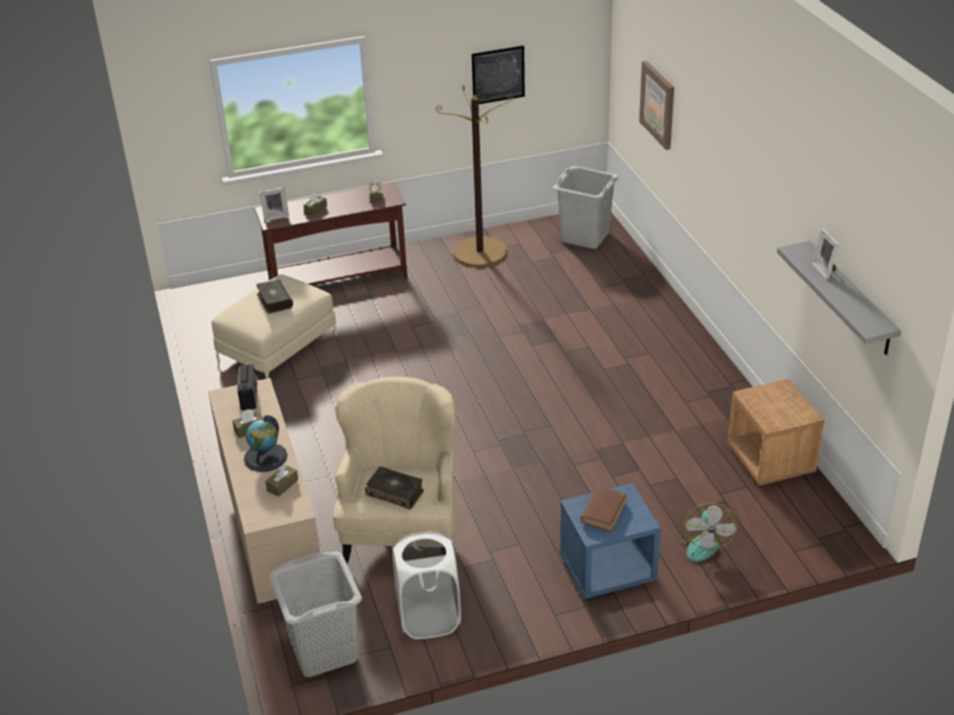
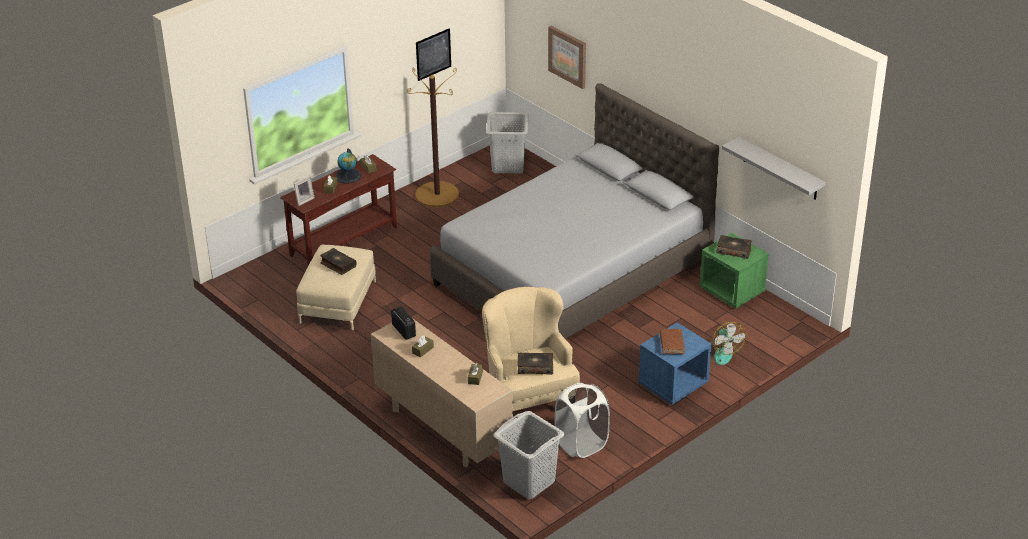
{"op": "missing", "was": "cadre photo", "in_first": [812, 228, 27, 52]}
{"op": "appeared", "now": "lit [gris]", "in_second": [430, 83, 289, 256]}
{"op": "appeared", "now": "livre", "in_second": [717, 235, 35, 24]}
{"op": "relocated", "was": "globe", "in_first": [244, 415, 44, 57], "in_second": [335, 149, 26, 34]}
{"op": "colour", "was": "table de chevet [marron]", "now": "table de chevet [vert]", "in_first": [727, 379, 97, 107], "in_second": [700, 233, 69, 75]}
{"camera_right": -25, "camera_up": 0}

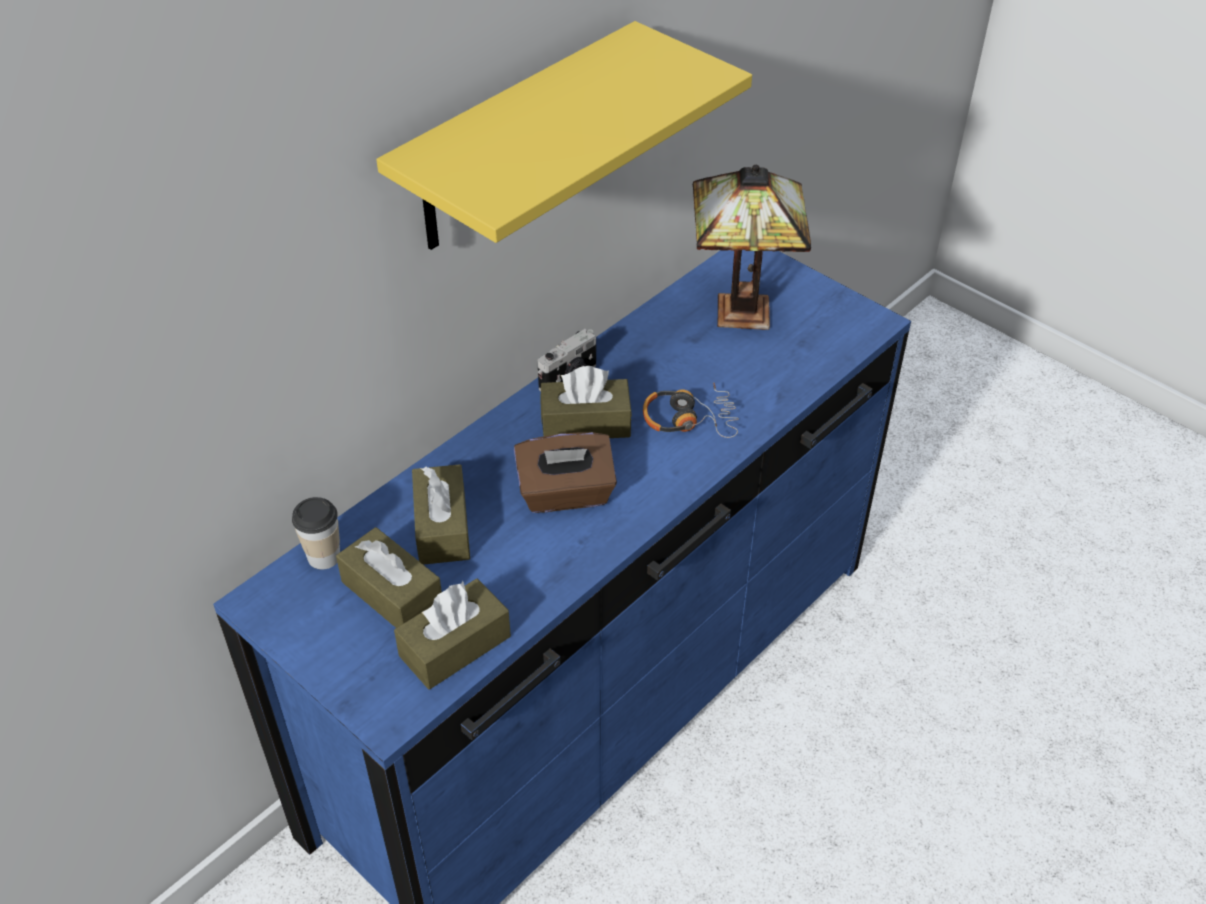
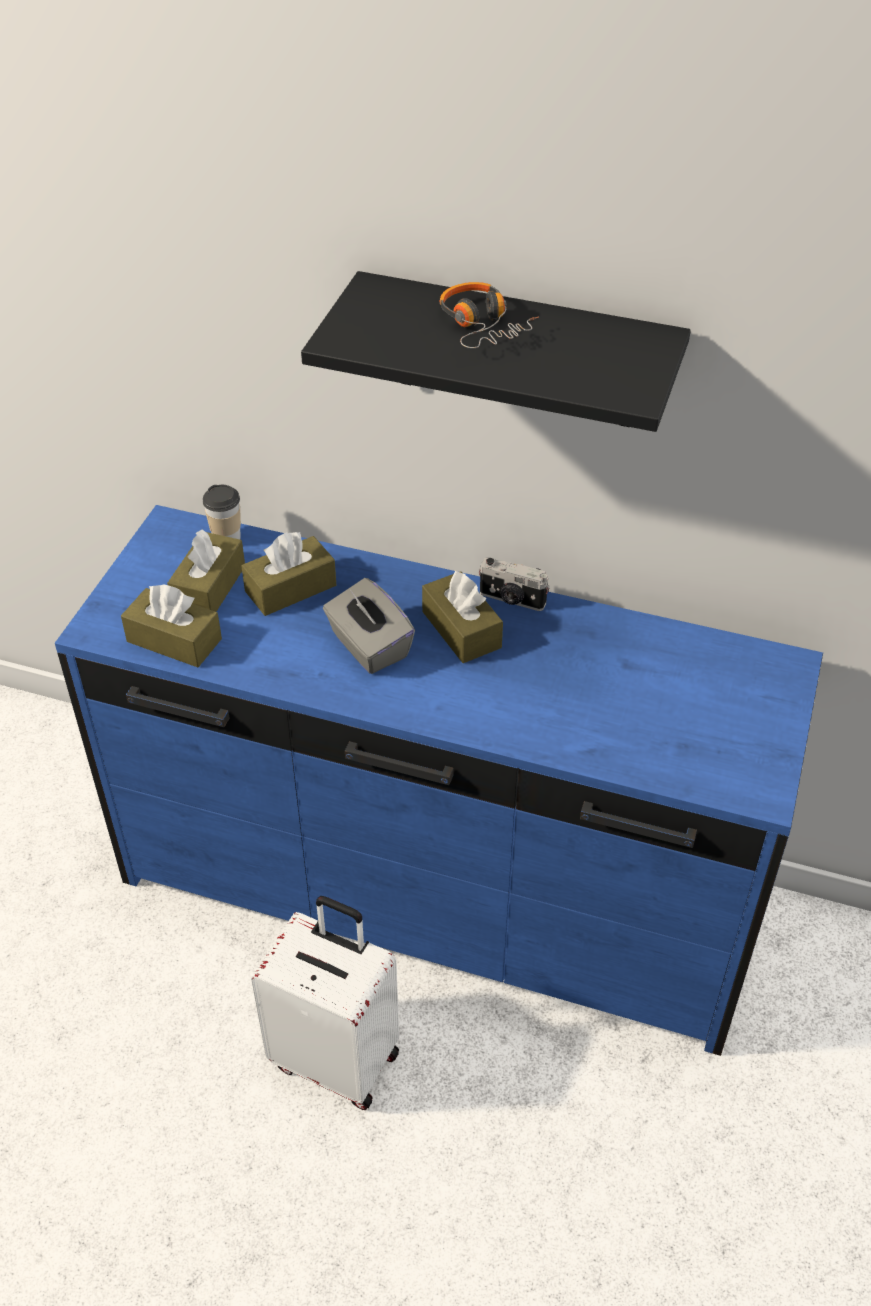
{"op": "missing", "was": "lampe de table", "in_first": [692, 164, 119, 166]}
{"op": "appeared", "now": "valise [blanc]", "in_second": [251, 896, 148, 214]}
{"op": "relocated", "was": "casque audio", "in_first": [643, 383, 96, 55], "in_second": [439, 282, 100, 66]}
{"op": "colour", "was": "étagère [jaune]", "now": "étagère [noir]", "in_first": [376, 21, 376, 229], "in_second": [301, 271, 390, 161]}
{"op": "colour", "was": "boîte à mouchoirs [marron]", "now": "boîte à mouchoirs [gris]", "in_first": [514, 432, 103, 81], "in_second": [323, 578, 92, 96]}
{"camera_right": 65, "camera_up": 0}

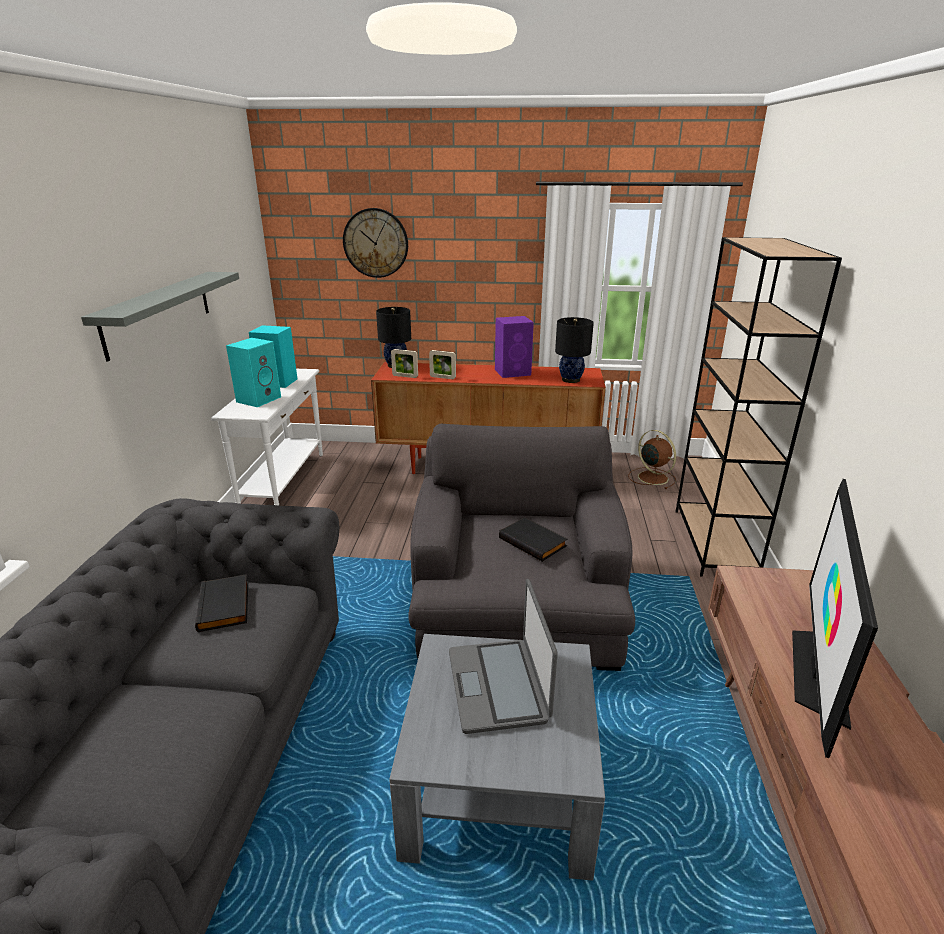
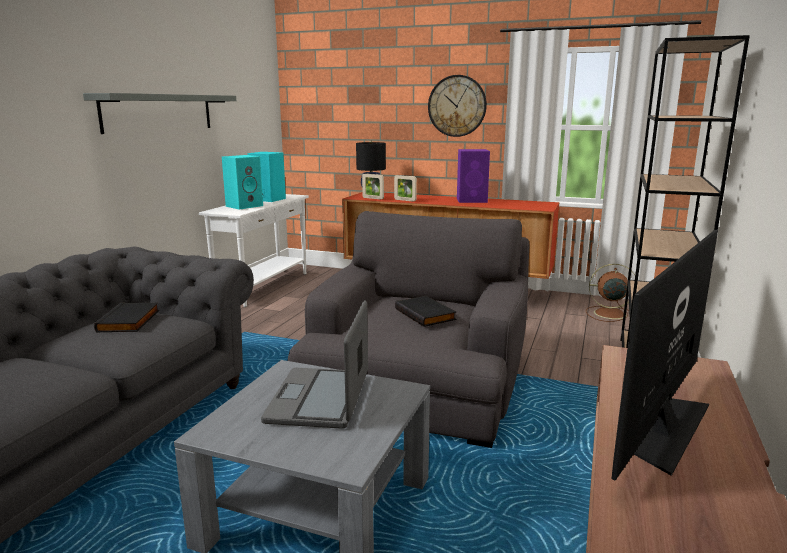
{"op": "missing", "was": "lampe de table [noir]", "in_first": [555, 317, 39, 66]}
{"op": "relocated", "was": "horloge murale", "in_first": [343, 208, 65, 70], "in_second": [428, 75, 59, 62]}
{"op": "spun", "was": "ventilateur [marron]", "in_first": [628, 430, 48, 59], "in_second": [586, 264, 49, 58], "clockwise": -60}
{"camera_right": 15, "camera_up": -10}

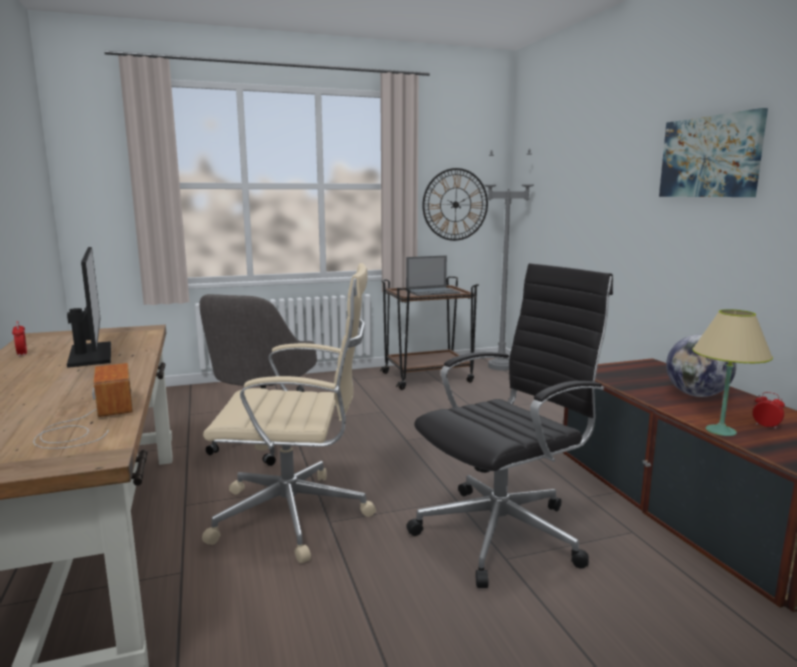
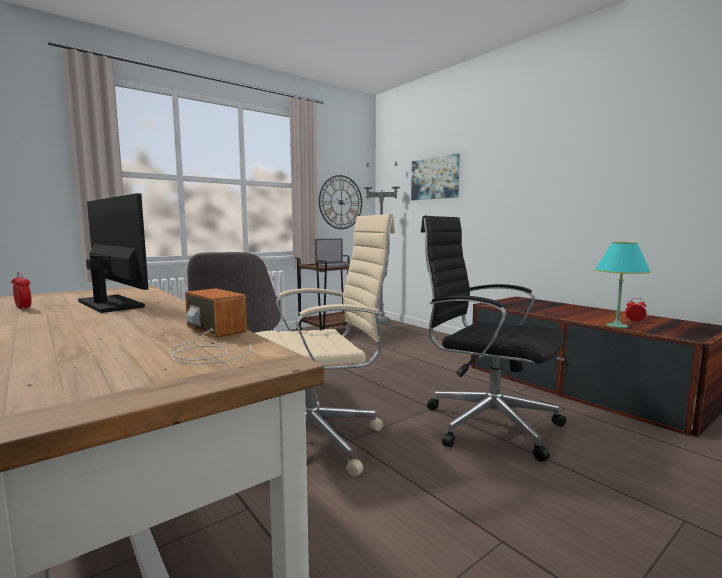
{"op": "missing", "was": "globe", "in_first": [666, 334, 70, 63]}
{"op": "relocated", "was": "tableau", "in_first": [659, 108, 109, 89], "in_second": [411, 154, 49, 46]}
{"op": "colour", "was": "lampe de table [beige]", "now": "lampe de table [turquoise]", "in_first": [692, 309, 81, 127], "in_second": [595, 242, 56, 86]}
{"op": "spun", "was": "chaise de bureau [noir]", "in_first": [406, 263, 207, 325], "in_second": [421, 216, 145, 246], "clockwise": -90}
{"camera_right": -20, "camera_up": -5}

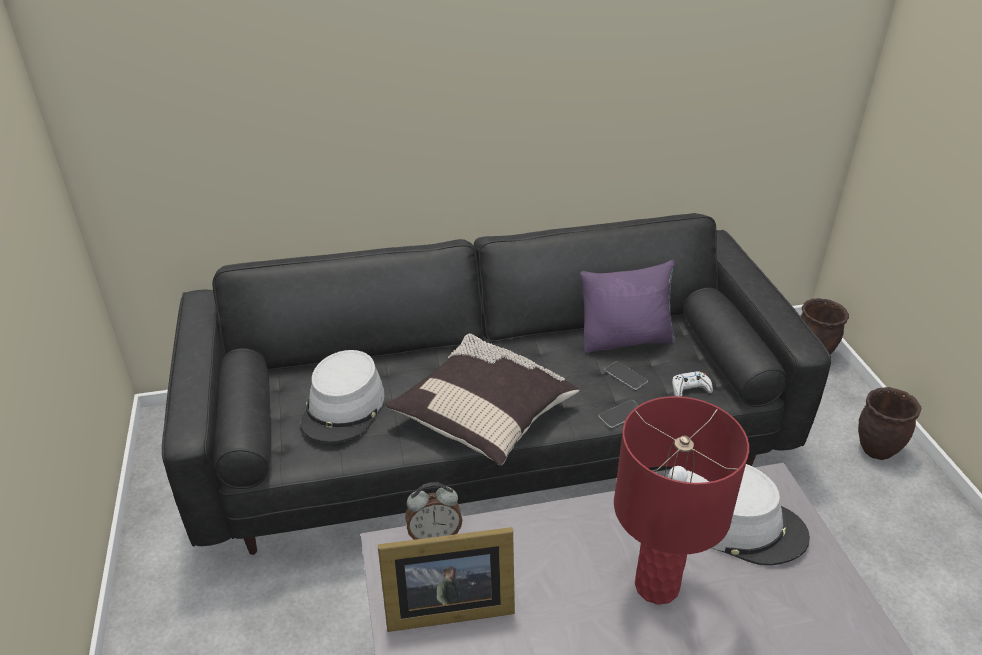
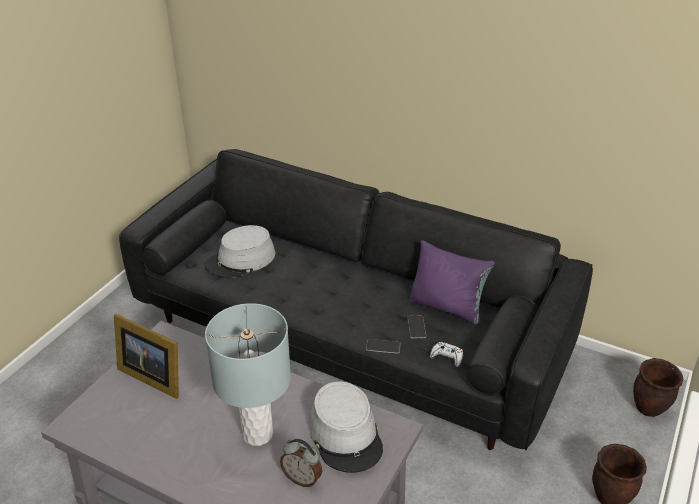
{"op": "missing", "was": "coussin", "in_first": [386, 334, 194, 132]}
{"op": "relocated", "was": "réveil", "in_first": [405, 482, 57, 58], "in_second": [280, 439, 42, 48]}
{"op": "colour", "was": "lampe de table [rouge]", "now": "lampe de table [gris]", "in_first": [614, 396, 135, 209], "in_second": [205, 303, 86, 143]}
{"camera_right": 40, "camera_up": 0}

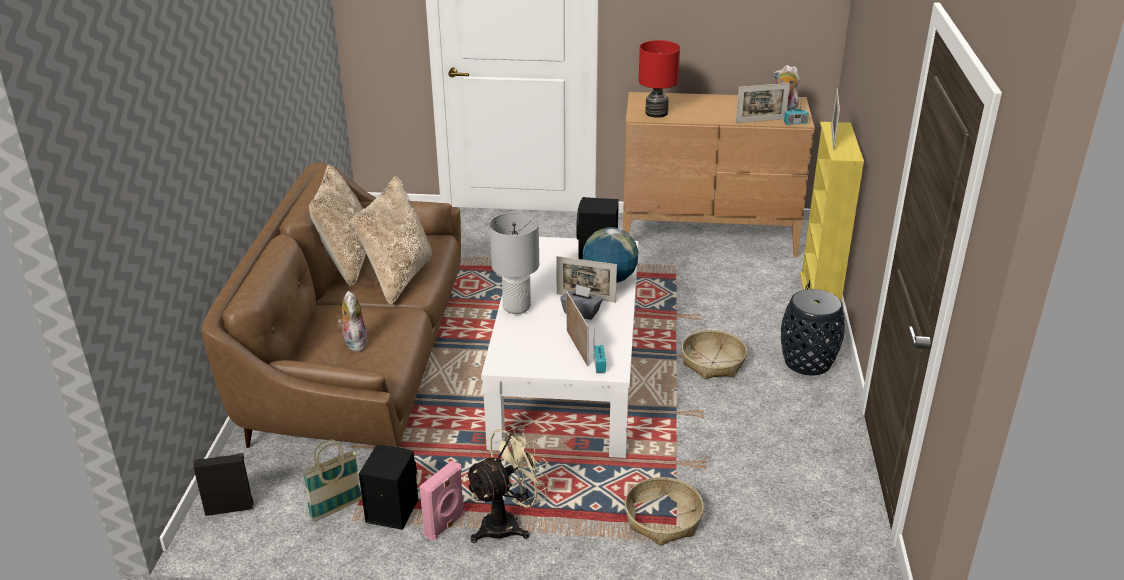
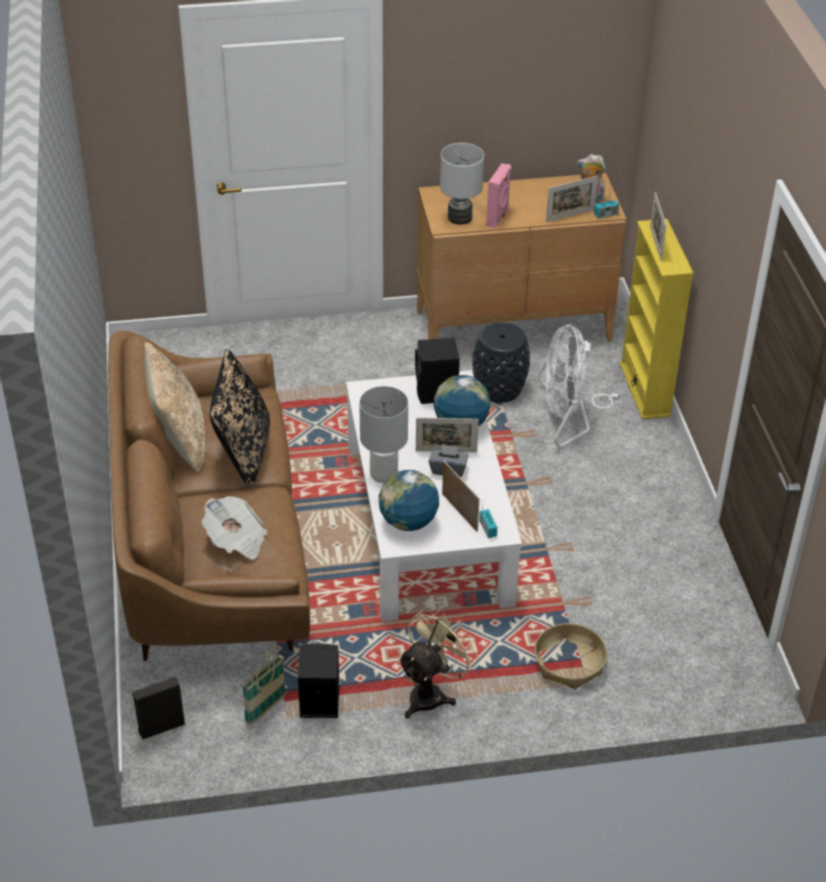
{"op": "missing", "was": "panier", "in_first": [682, 330, 65, 49]}
{"op": "appeared", "now": "globe", "in_second": [379, 470, 60, 61]}
{"op": "appeared", "now": "ventilateur [blanc]", "in_second": [538, 324, 82, 126]}
{"op": "relocated", "was": "enceinte [rose]", "in_first": [419, 461, 46, 80], "in_second": [486, 163, 25, 66]}
{"op": "relocated", "was": "tabouret [noir]", "in_first": [781, 289, 64, 86], "in_second": [472, 322, 58, 81]}
{"op": "exchanged", "was": "peluche", "now": "journal", "in_first": [338, 291, 31, 61], "in_second": [202, 496, 66, 63]}
{"op": "colour", "was": "coussin [beige]", "now": "coussin [noir]", "in_first": [352, 176, 80, 128], "in_second": [210, 349, 60, 138]}
{"op": "colour", "was": "lampe de table [rouge]", "now": "lampe de table [gris]", "in_first": [639, 40, 41, 77], "in_second": [440, 143, 44, 81]}
{"camera_right": -15, "camera_up": 10}

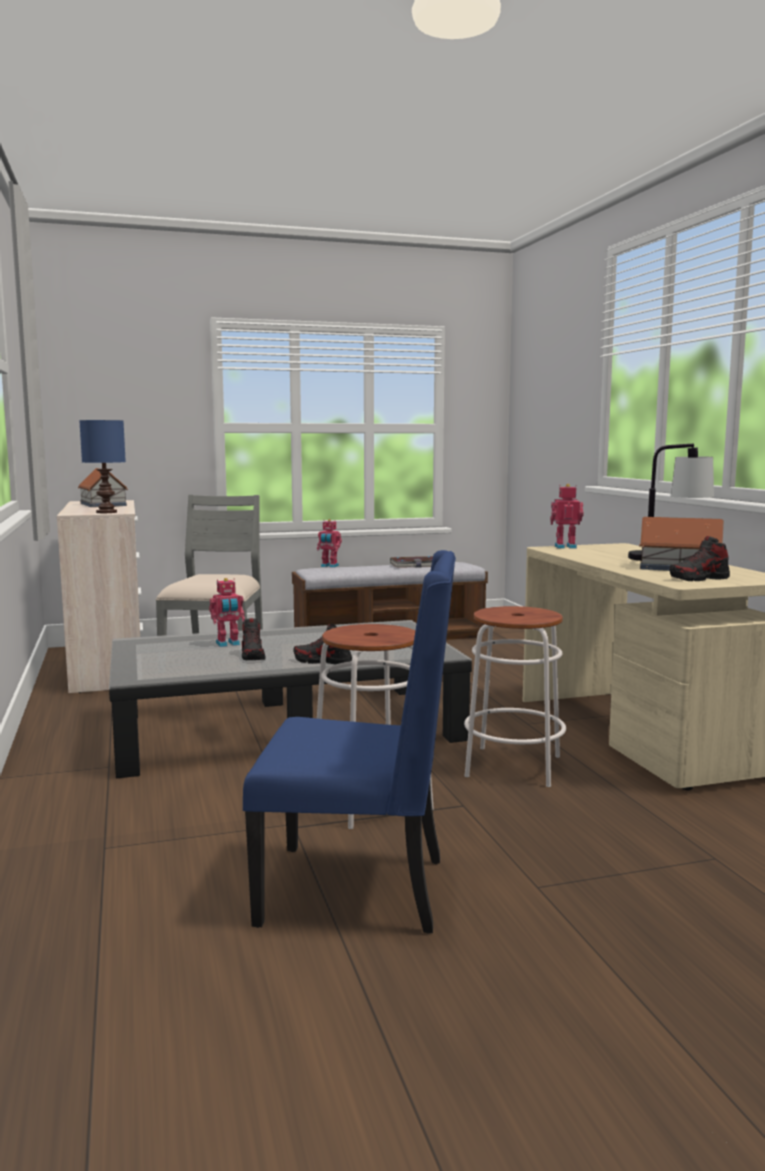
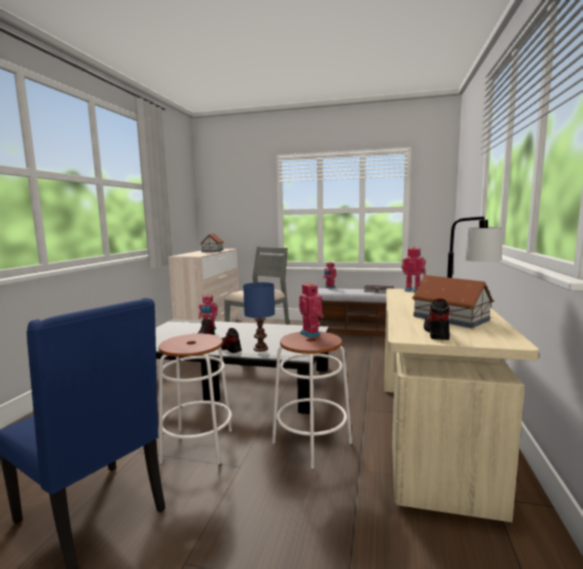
{"op": "appeared", "now": "robot jouet", "in_second": [299, 282, 25, 56]}
{"op": "relocated", "was": "lampe de table [bleu]", "in_first": [79, 420, 47, 93], "in_second": [243, 282, 32, 70]}
{"op": "spun", "was": "chaussure", "in_first": [669, 536, 61, 45], "in_second": [424, 298, 26, 42], "clockwise": 90}
{"camera_right": 30, "camera_up": 0}

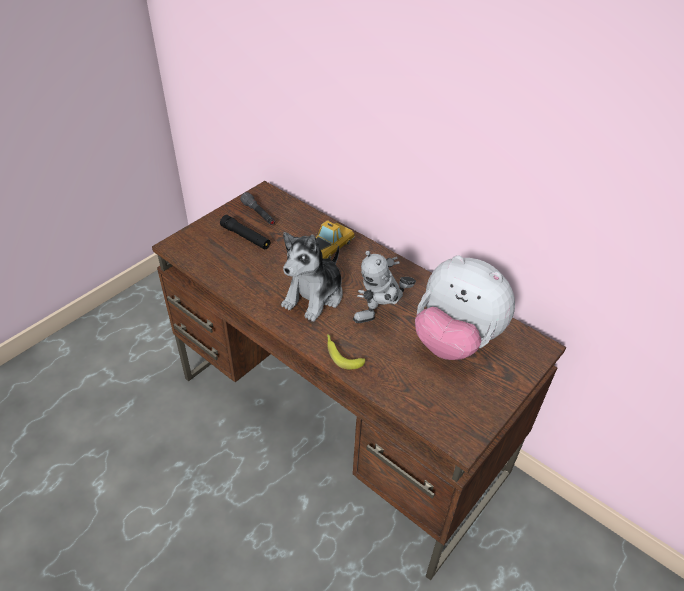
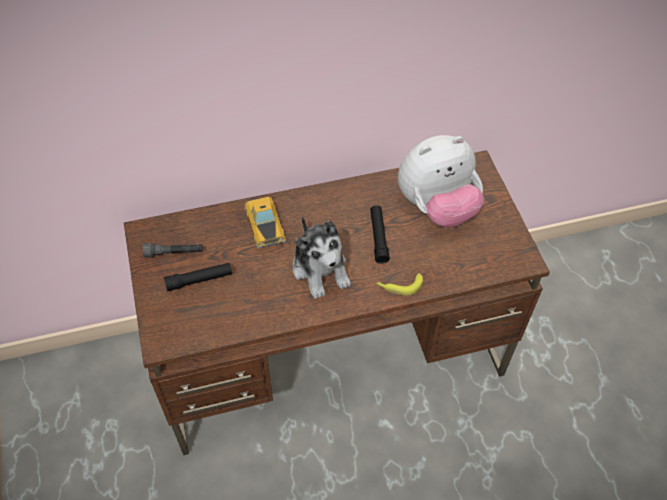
{"op": "exchanged", "was": "robot jouet", "now": "lampe de poche [noir]", "in_first": [353, 251, 63, 72], "in_second": [370, 205, 20, 59]}
{"camera_right": -55, "camera_up": 10}

